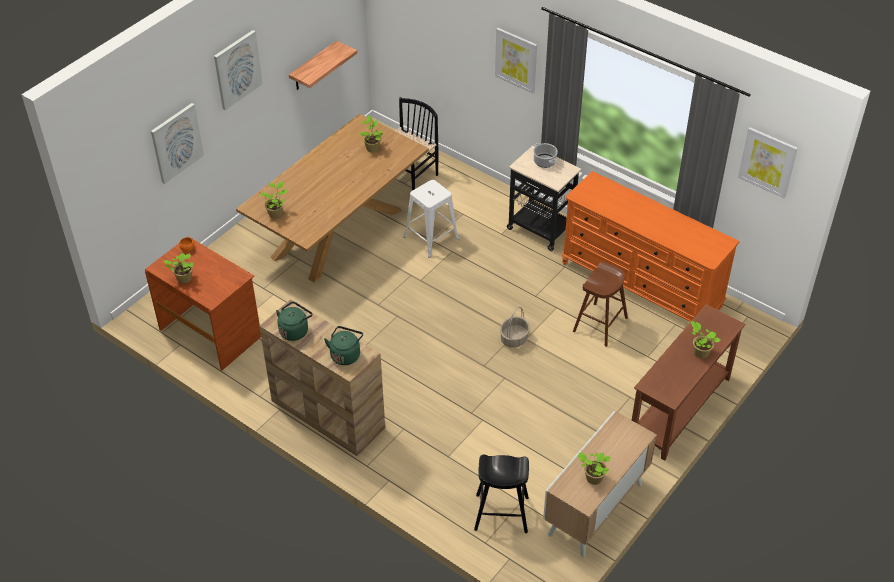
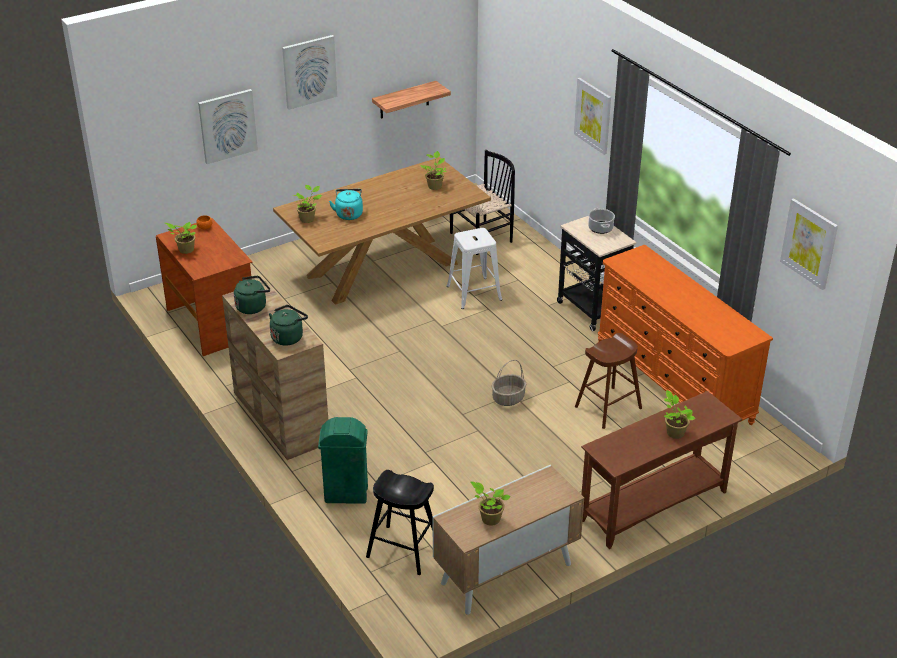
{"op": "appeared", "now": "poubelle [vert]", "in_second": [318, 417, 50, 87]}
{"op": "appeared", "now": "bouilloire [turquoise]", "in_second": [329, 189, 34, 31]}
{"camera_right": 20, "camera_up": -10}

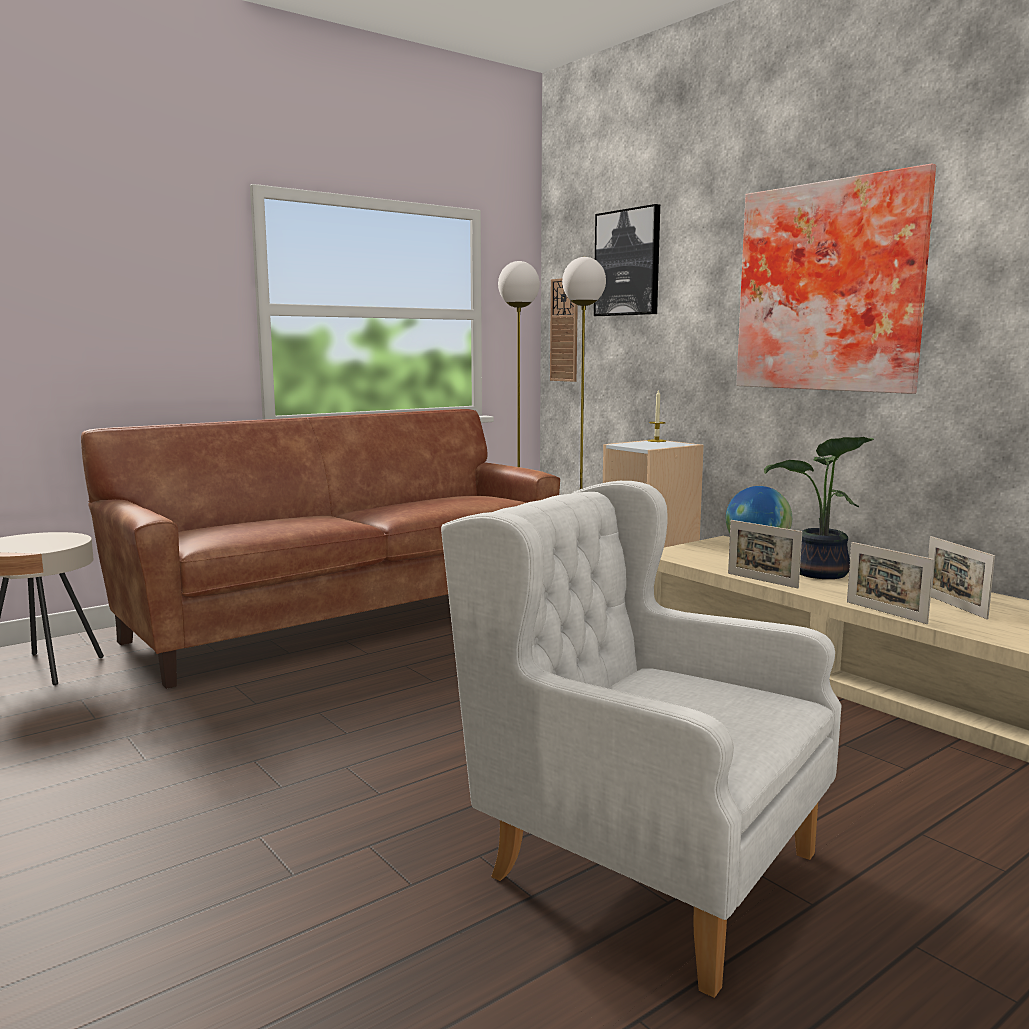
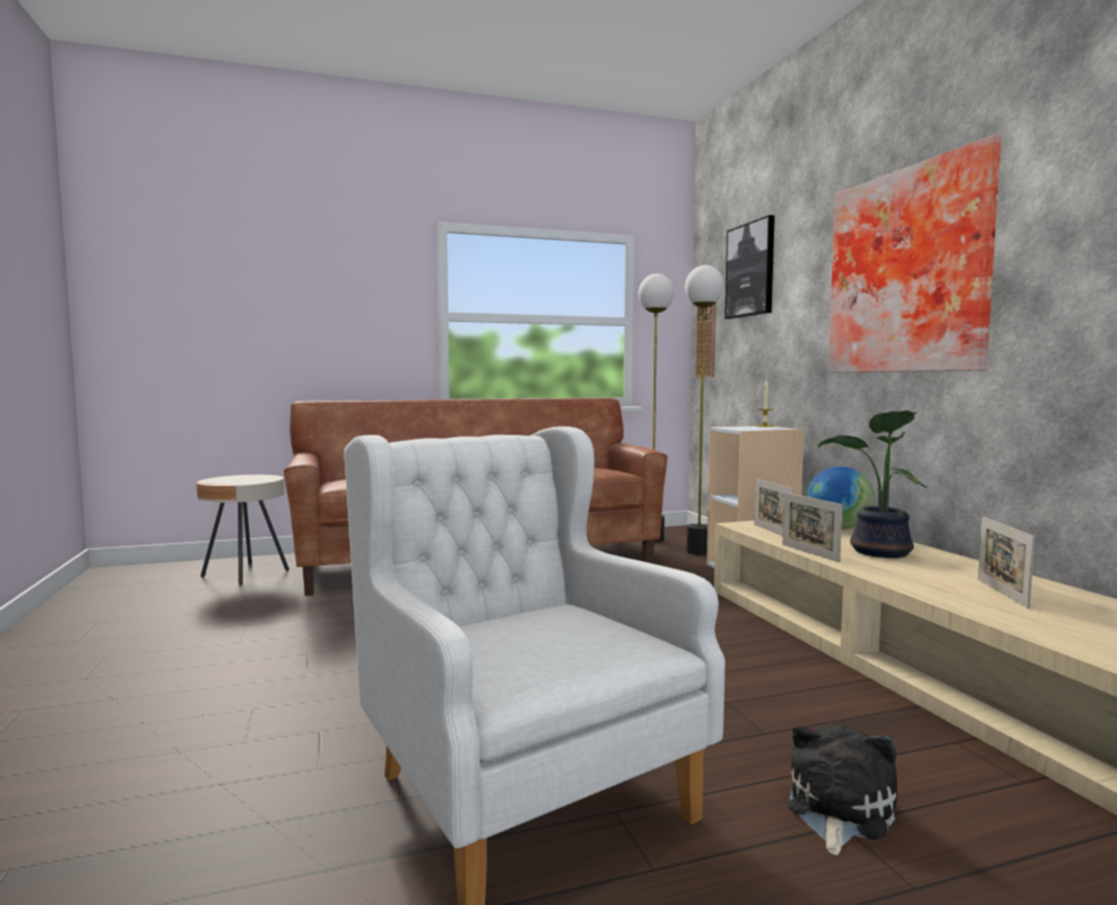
{"op": "appeared", "now": "peluche", "in_second": [789, 725, 109, 131]}
{"op": "relocated", "was": "cadre photo", "in_first": [847, 542, 87, 82], "in_second": [754, 479, 39, 57]}
{"camera_right": 20, "camera_up": -5}

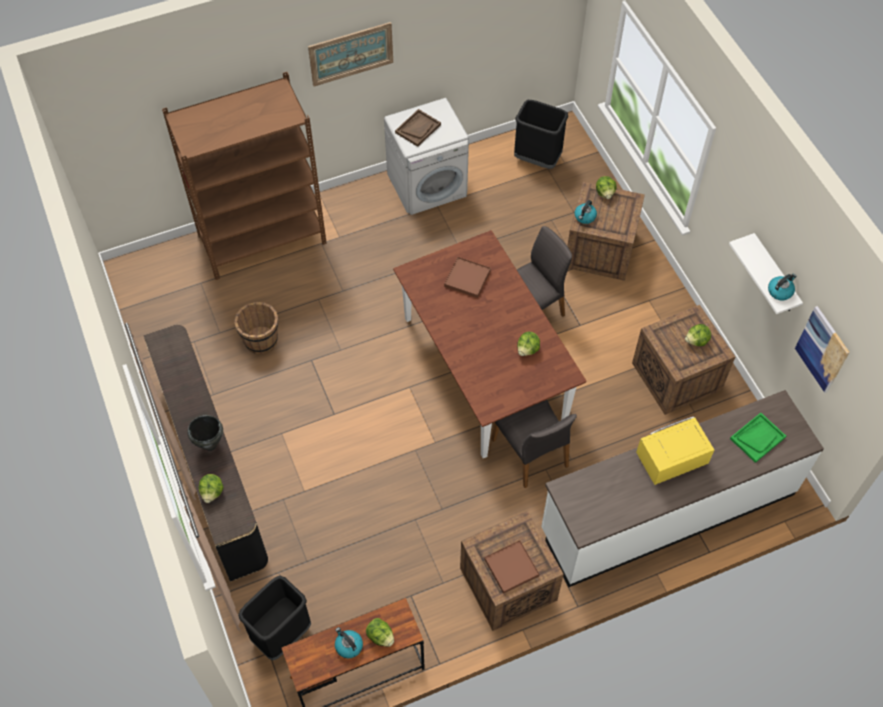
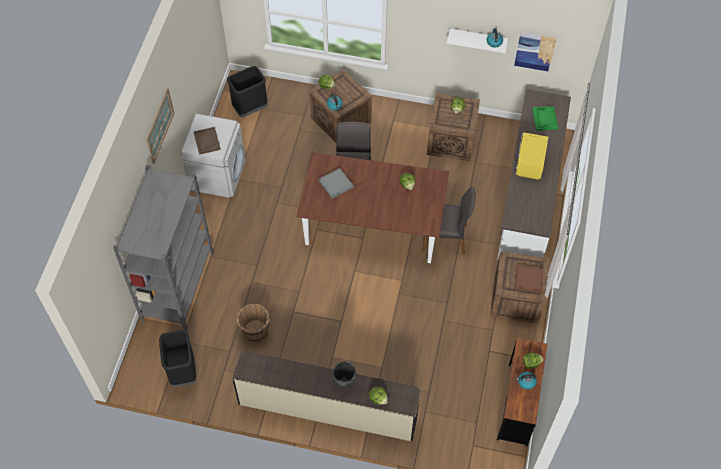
{"op": "relocated", "was": "poubelle [noir]", "in_first": [238, 576, 73, 84], "in_second": [159, 330, 38, 57]}
{"op": "colour", "was": "bibliothèque [marron]", "now": "bibliothèque [gris]", "in_first": [162, 72, 165, 208], "in_second": [113, 165, 101, 166]}
{"op": "colour", "was": "plateau [marron]", "now": "plateau [gris]", "in_first": [444, 257, 47, 41], "in_second": [319, 168, 34, 31]}
{"camera_right": -55, "camera_up": 0}

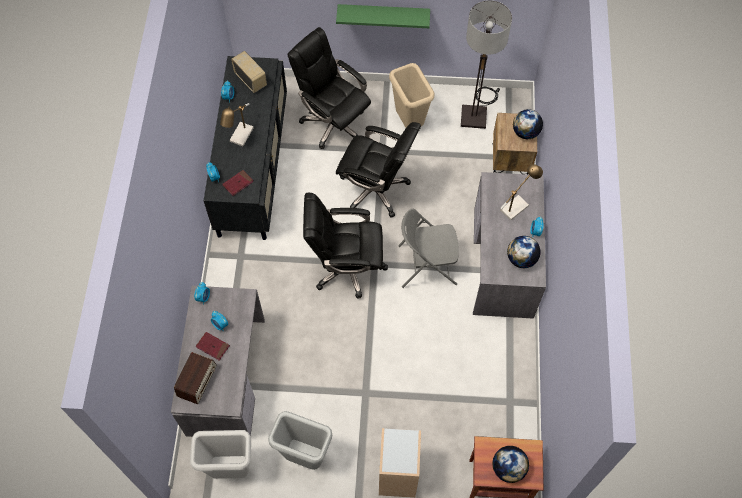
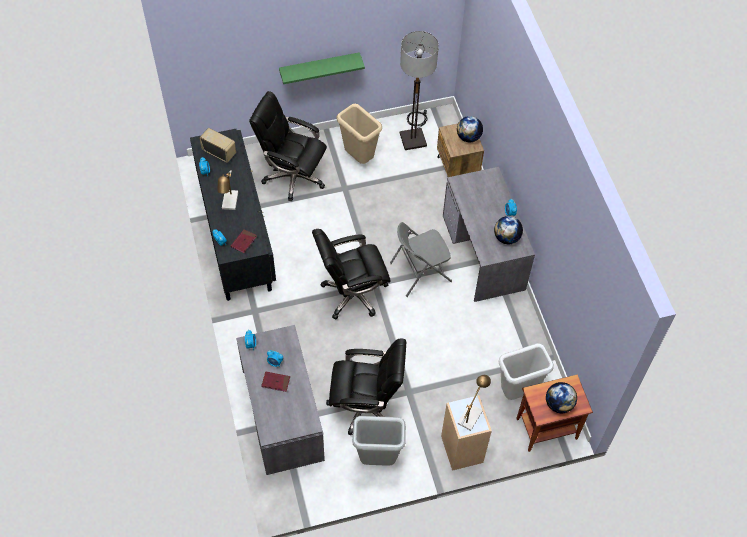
{"op": "missing", "was": "radio", "in_first": [174, 352, 43, 52]}
{"op": "relocated", "was": "poubelle [blanc]", "in_first": [190, 430, 61, 49], "in_second": [499, 343, 55, 57]}
{"op": "relocated", "was": "chaise de bureau [noir]", "in_first": [336, 122, 85, 96], "in_second": [326, 339, 80, 96]}
{"op": "relocated", "was": "lampe de table", "in_first": [500, 164, 43, 56], "in_second": [458, 375, 33, 56]}
{"camera_right": -20, "camera_up": -5}

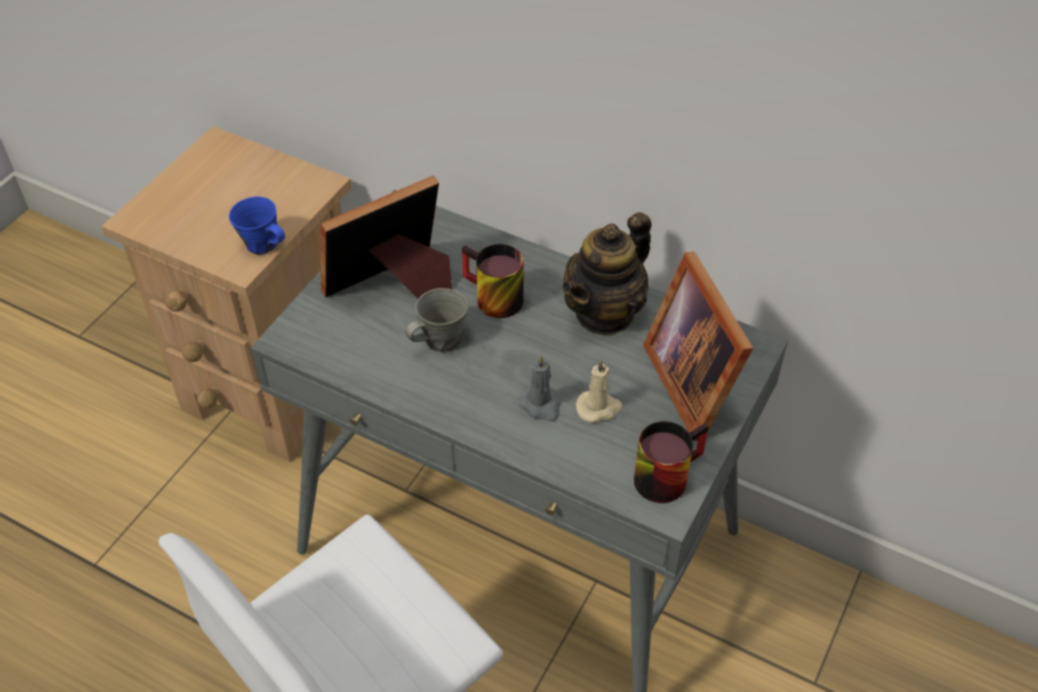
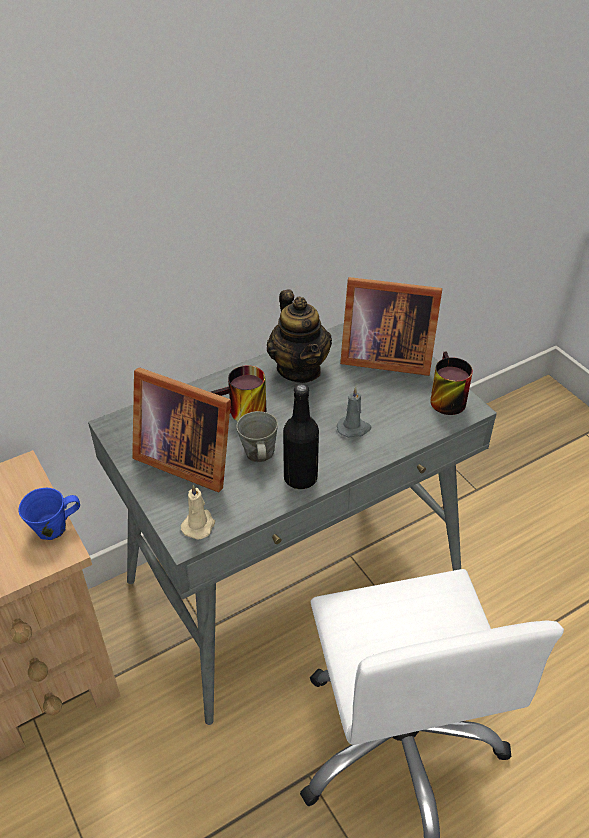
{"op": "appeared", "now": "bouteille [noir]", "in_second": [283, 384, 36, 105]}
{"op": "relocated", "was": "bougie [beige]", "in_first": [576, 359, 47, 64], "in_second": [181, 484, 34, 55]}
{"op": "spun", "was": "cadre photo", "in_first": [320, 175, 132, 124], "in_second": [132, 367, 99, 125], "clockwise": -60}
{"camera_right": -60, "camera_up": -5}

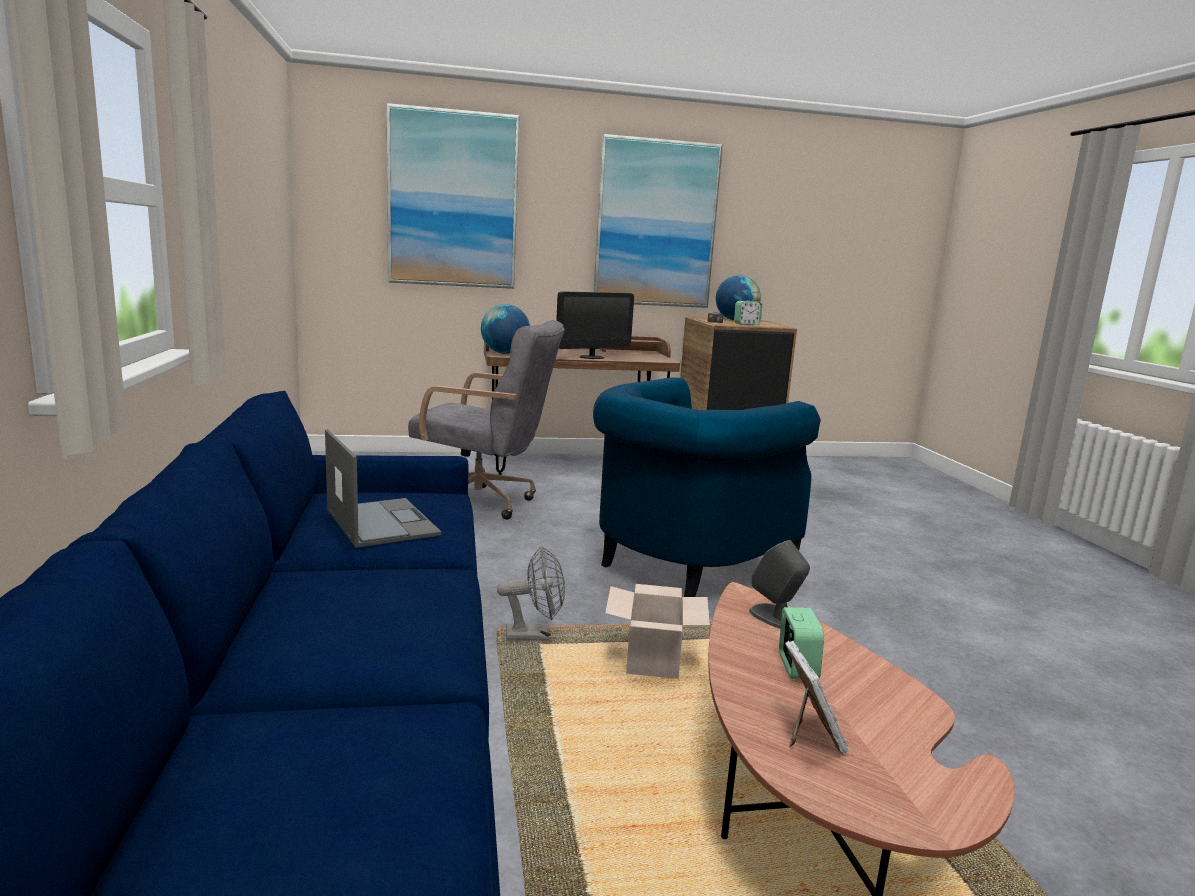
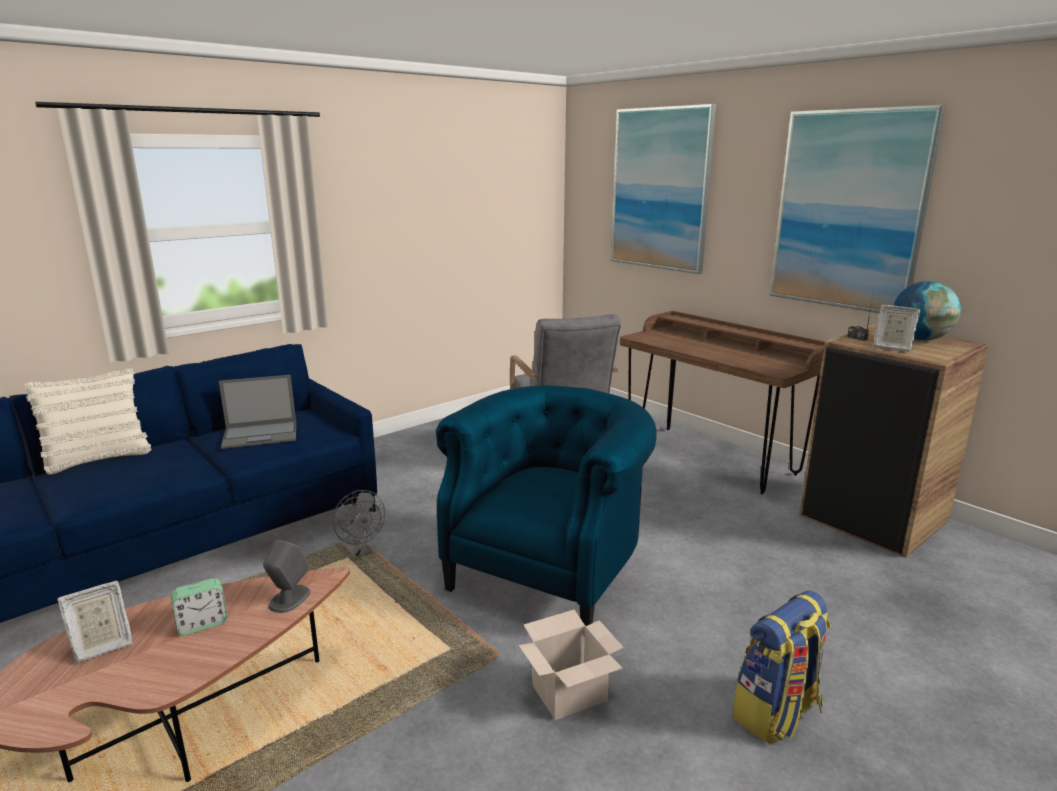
{"op": "missing", "was": "globe", "in_first": [481, 304, 49, 50]}
{"op": "missing", "was": "écran d'ordinateur", "in_first": [556, 291, 78, 68]}
{"op": "appeared", "now": "coussin [beige]", "in_second": [24, 368, 127, 107]}
{"op": "appeared", "now": "sac à dos", "in_second": [732, 591, 99, 153]}
{"op": "relocated", "was": "carton", "in_first": [605, 584, 105, 95], "in_second": [519, 610, 105, 110]}
{"op": "exchanged", "was": "réveil", "now": "cadre photo", "in_first": [734, 301, 28, 24], "in_second": [874, 305, 46, 47]}
{"op": "spun", "was": "ordinateur portable", "in_first": [325, 429, 117, 119], "in_second": [219, 375, 77, 74], "clockwise": 45}
{"op": "spun", "was": "fauteuil [bleu]", "in_first": [593, 377, 228, 220], "in_second": [436, 385, 221, 241], "clockwise": 105}
{"camera_right": 60, "camera_up": 5}

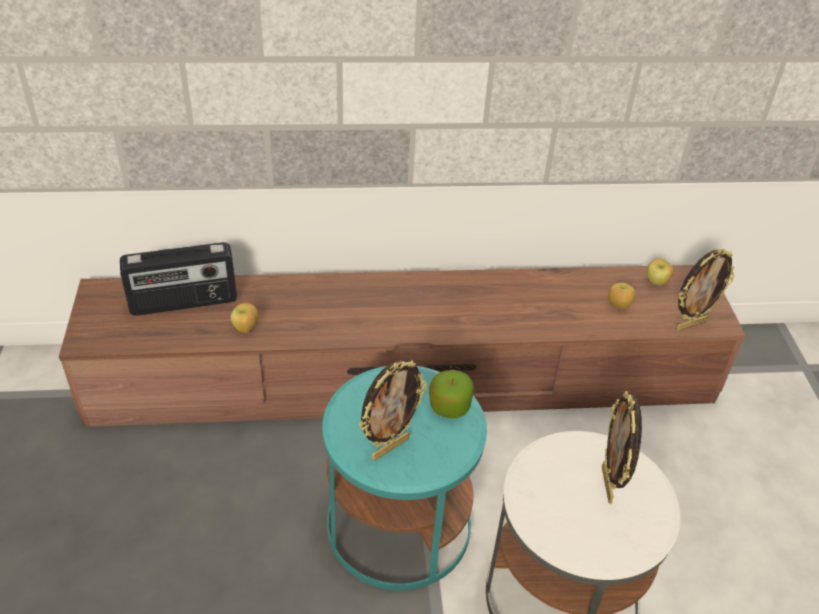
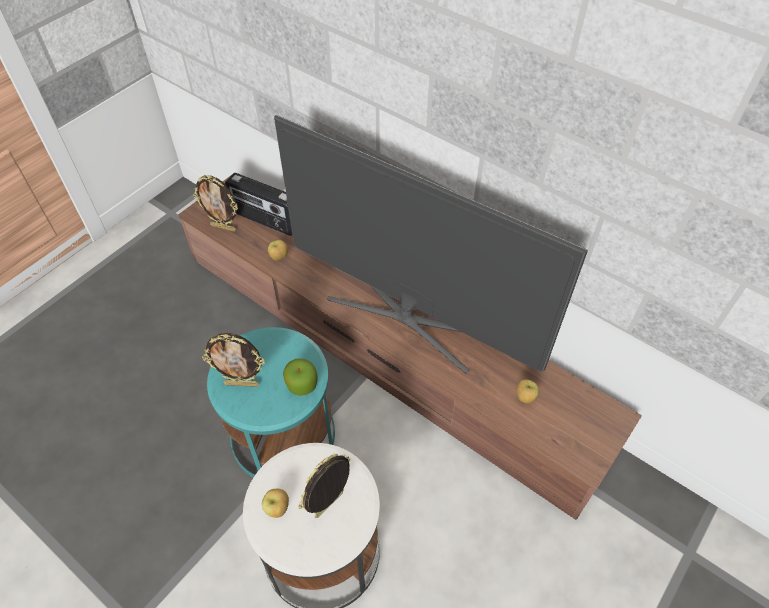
{"op": "appeared", "now": "téléviseur", "in_second": [274, 115, 314, 259]}
{"op": "relocated", "was": "pomme", "in_first": [647, 258, 26, 27], "in_second": [262, 489, 27, 29]}
{"op": "relocated", "was": "cadre photo", "in_first": [676, 249, 59, 82], "in_second": [193, 175, 45, 57]}
{"camera_right": 45, "camera_up": 10}

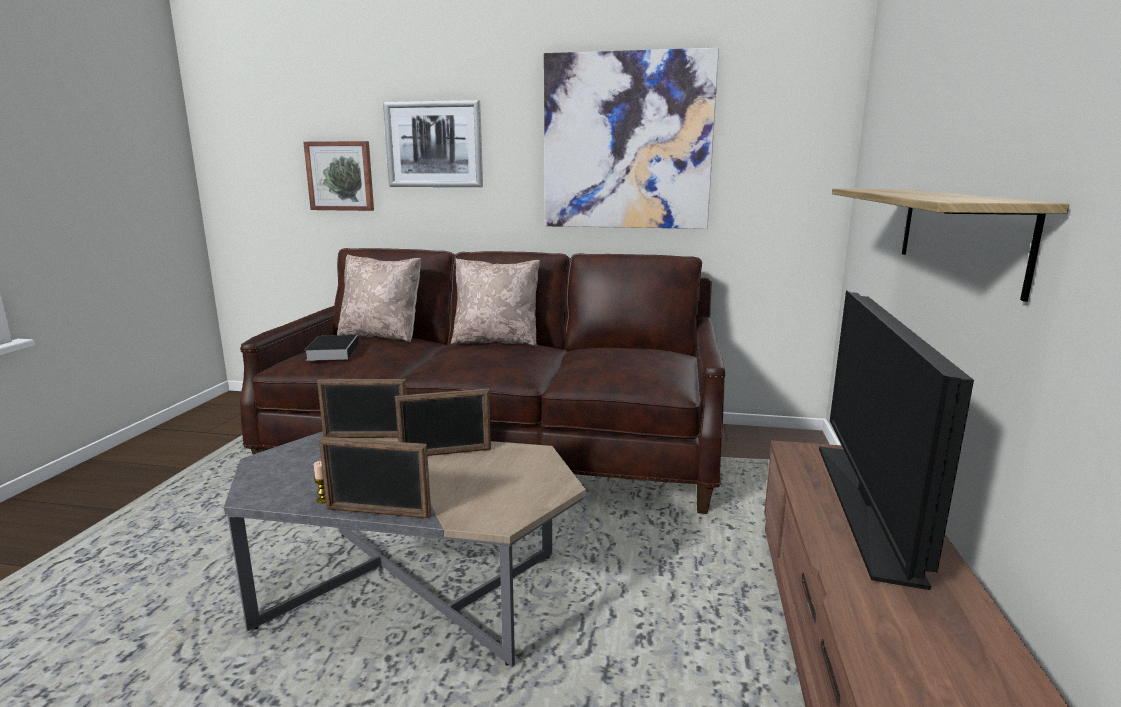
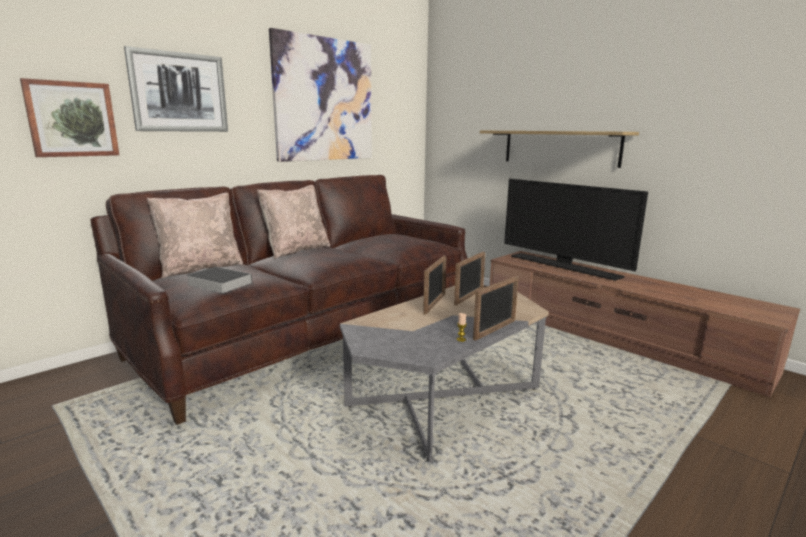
{"op": "relocated", "was": "cadre photo", "in_first": [317, 379, 90, 59], "in_second": [454, 252, 31, 54]}
{"camera_right": -55, "camera_up": 0}

